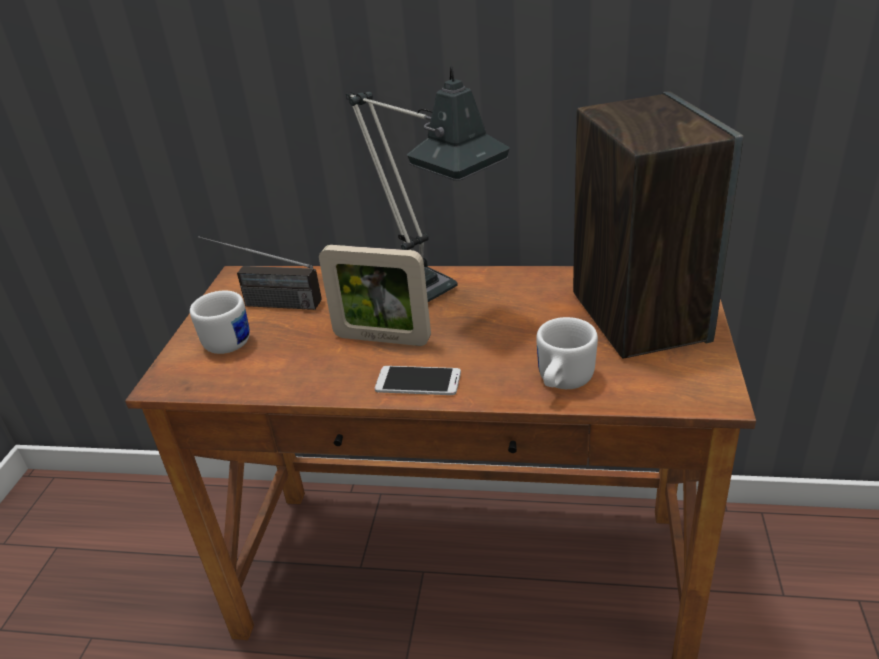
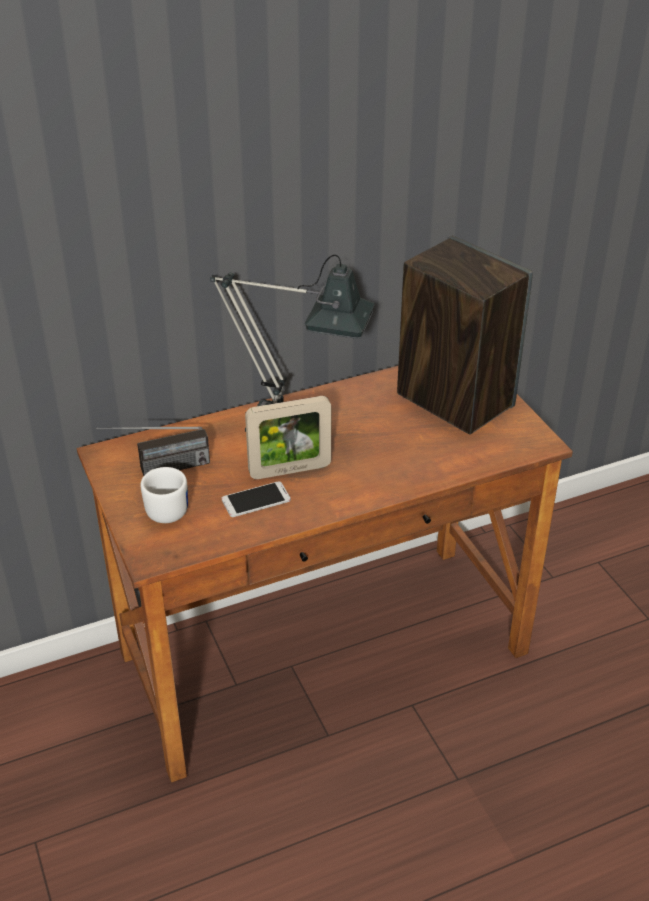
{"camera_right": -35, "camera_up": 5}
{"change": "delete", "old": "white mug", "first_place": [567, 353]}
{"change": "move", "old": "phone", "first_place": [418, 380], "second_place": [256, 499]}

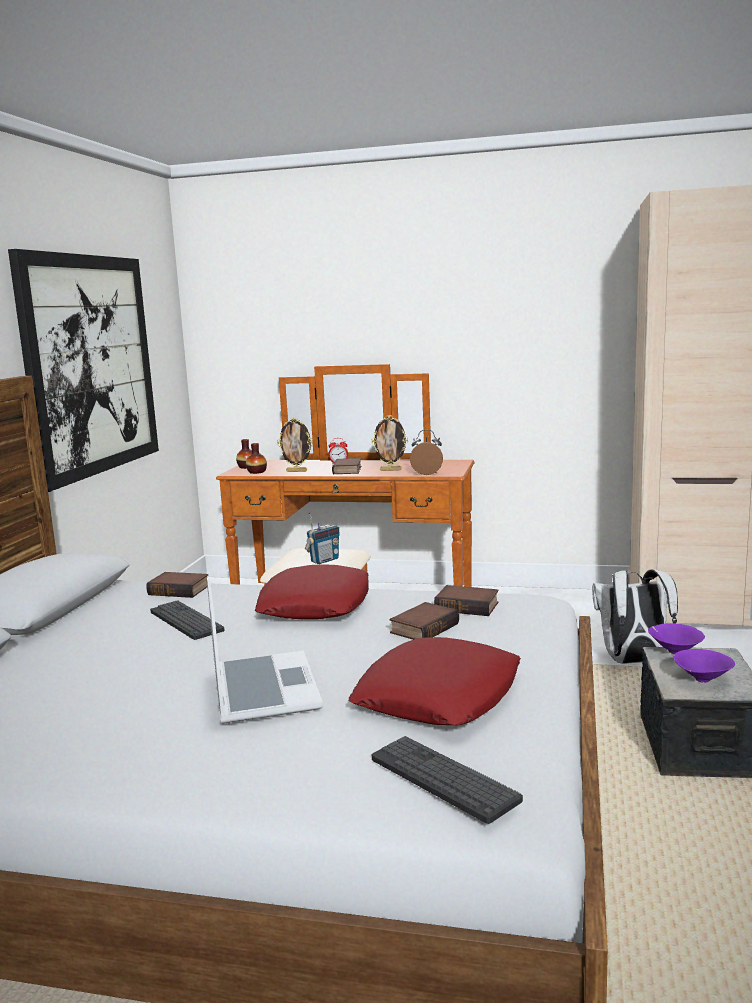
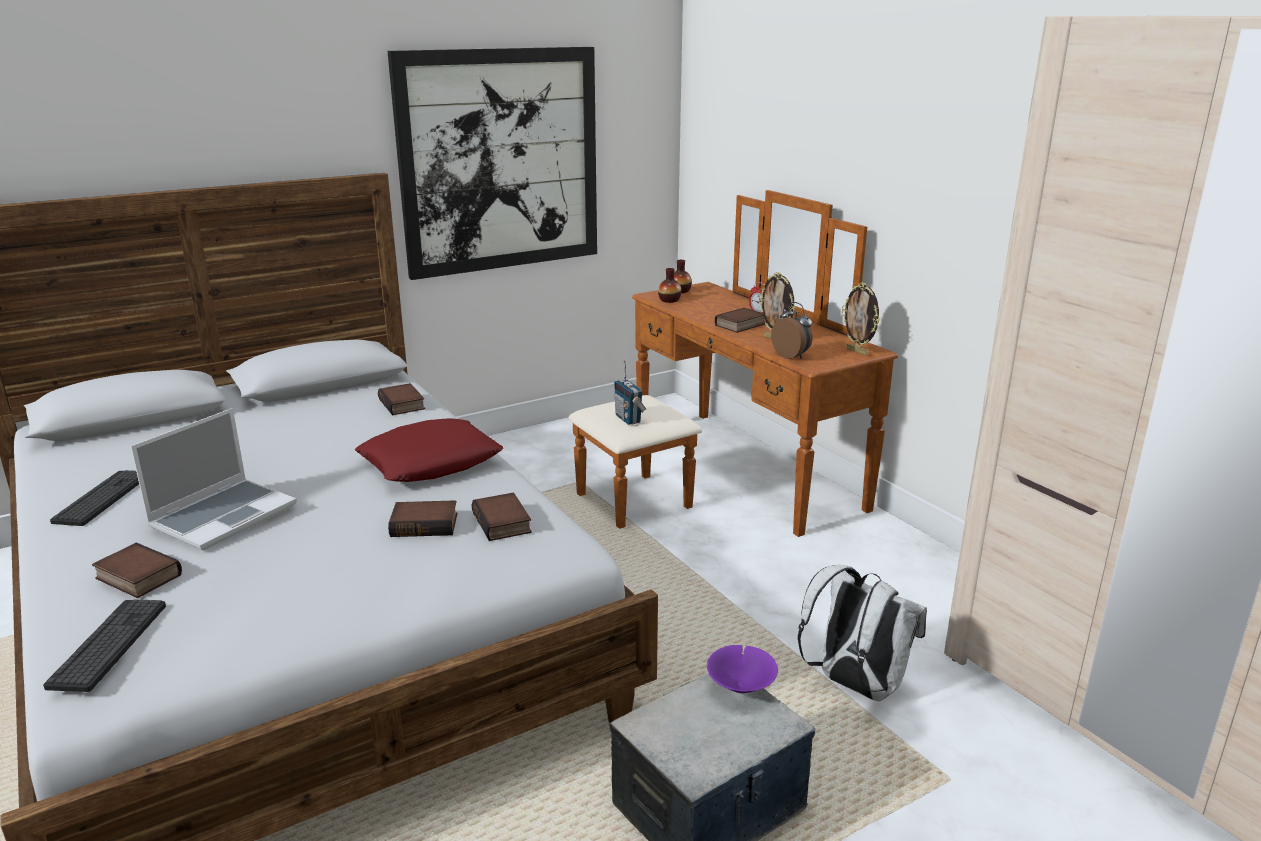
{"camera_right": 45, "camera_up": 10}
{"change": "move", "old": "picture frame", "first_place": [295, 444], "second_place": [861, 318]}
{"change": "rotate", "old": "radio", "first_place": [322, 538], "second_place": [630, 393], "degrees": 60}
{"change": "move", "old": "keyboard", "first_place": [187, 620], "second_place": [94, 498]}
{"change": "delete", "old": "red pillow", "first_place": [435, 681]}
{"change": "delete", "old": "purple bowl", "first_place": [704, 666]}
{"change": "insert", "new": "book", "second_place": [137, 570]}

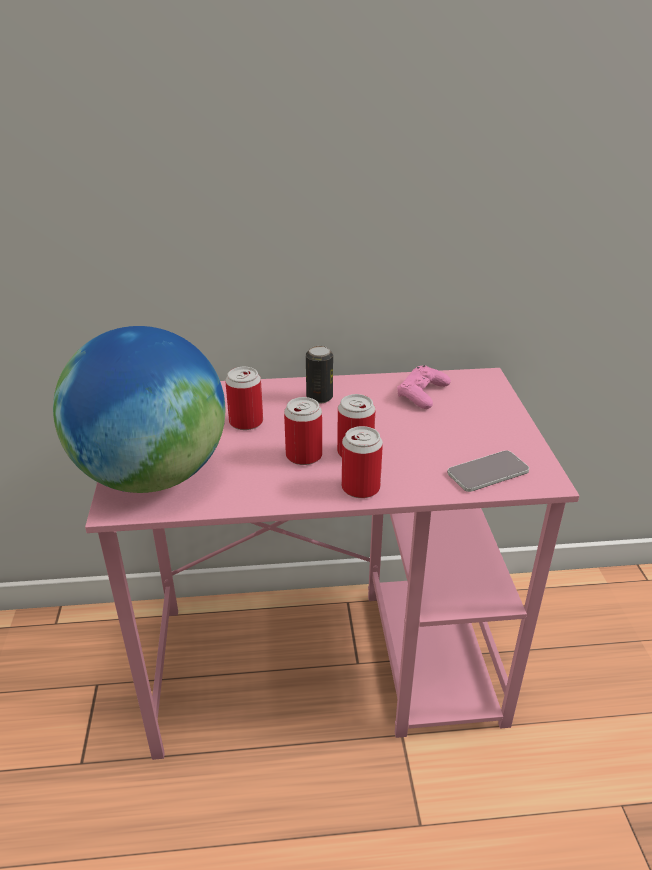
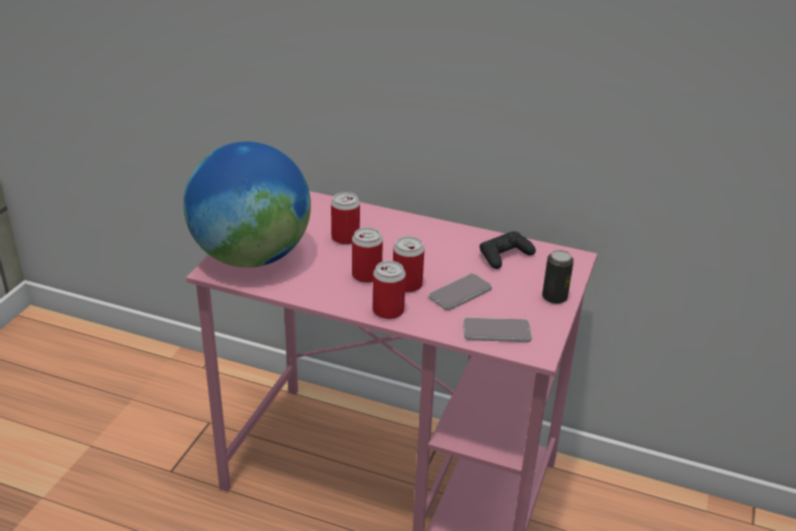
{"camera_right": 25, "camera_up": 0}
{"change": "move", "old": "can", "first_place": [319, 375], "second_place": [558, 277]}
{"change": "recolor", "old": "pink game controller", "new": "black game controller", "first_place": [424, 387], "second_place": [508, 250]}
{"change": "insert", "new": "phone", "second_place": [460, 291]}

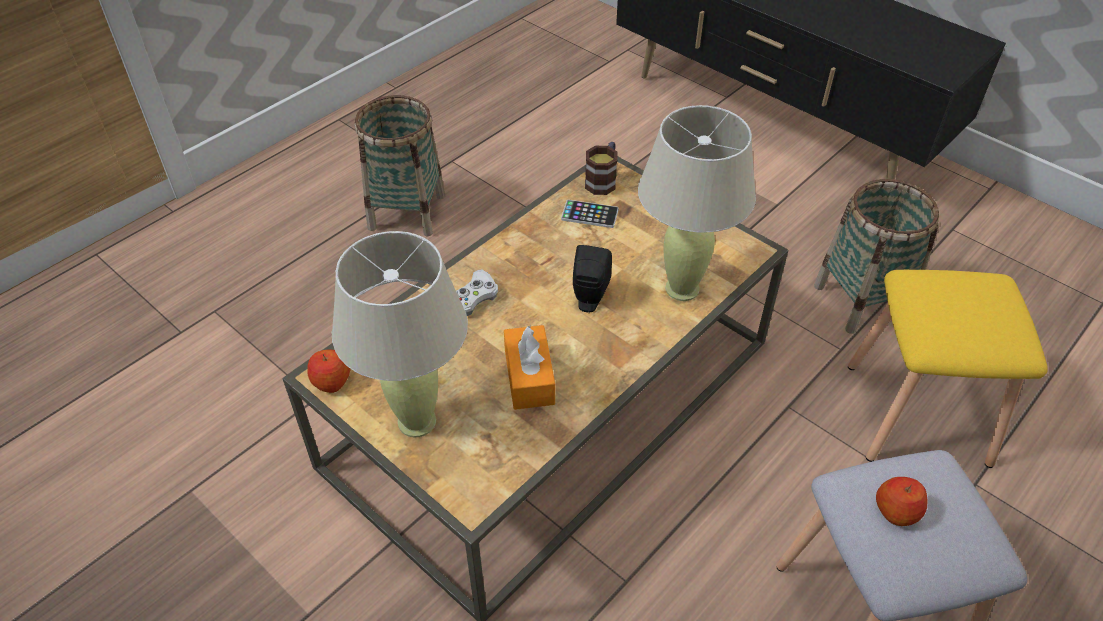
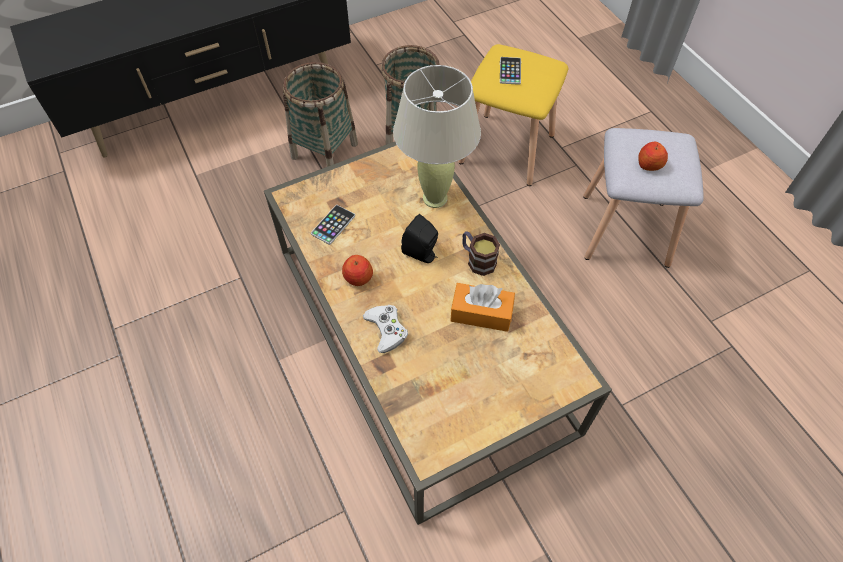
{"camera_right": -70, "camera_up": 10}
{"change": "move", "old": "basket", "first_place": [399, 166], "second_place": [320, 114]}
{"change": "move", "old": "mug", "first_place": [601, 168], "second_place": [481, 253]}
{"change": "delete", "old": "beige table lamp", "first_place": [400, 334]}
{"change": "move", "old": "apple", "first_place": [329, 371], "second_place": [357, 270]}
{"change": "insert", "new": "phone", "second_place": [510, 71]}

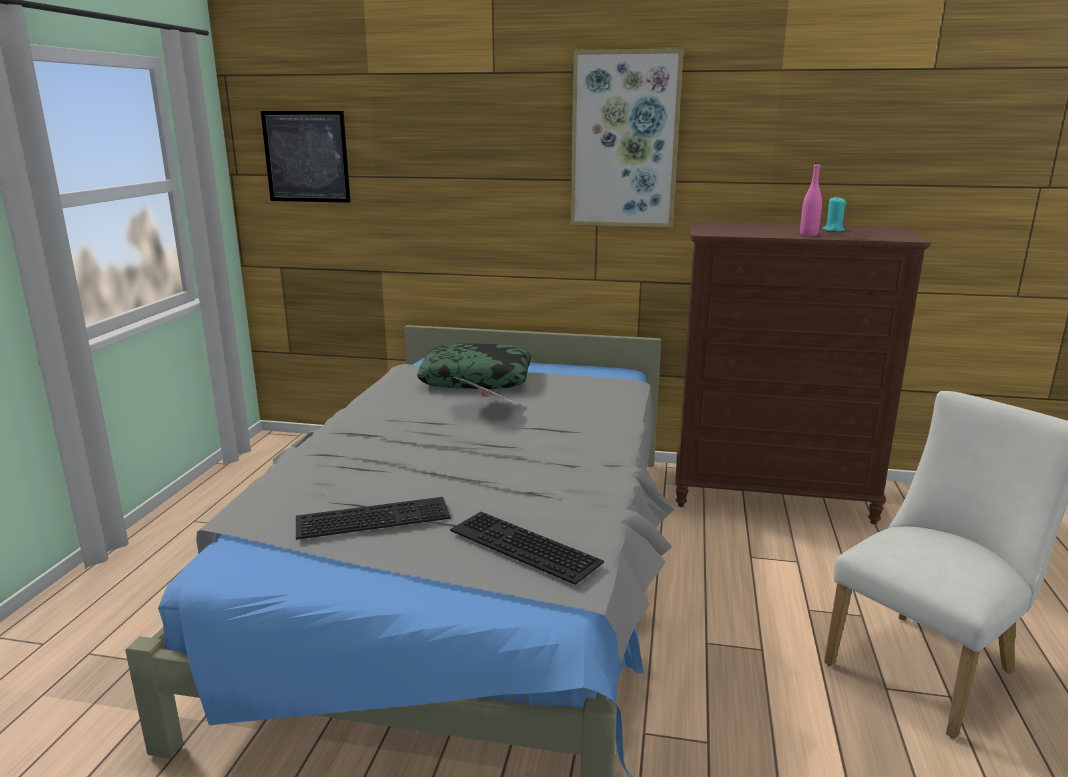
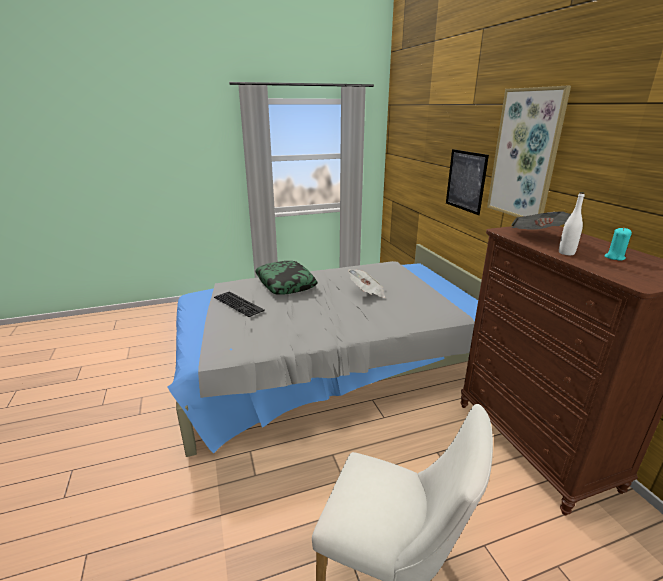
{"camera_right": 60, "camera_up": 5}
{"change": "move", "old": "picture", "first_place": [306, 157], "second_place": [467, 182]}
{"change": "recolor", "old": "pink bottle", "new": "white bottle", "first_place": [811, 199], "second_place": [572, 223]}
{"change": "move", "old": "pillow", "first_place": [474, 366], "second_place": [286, 277]}
{"change": "delete", "old": "keyboard", "first_place": [527, 548]}
{"change": "insert", "new": "newspaper", "second_place": [541, 220]}

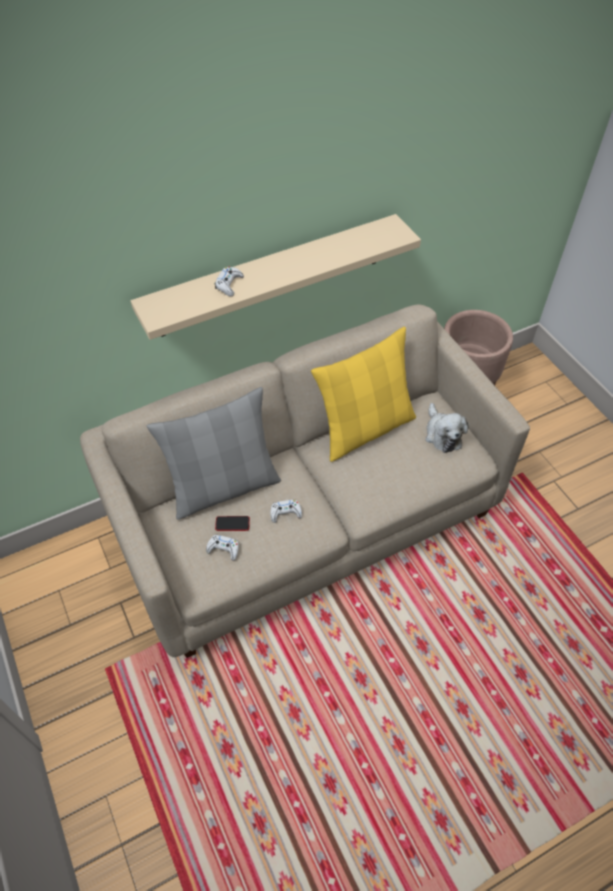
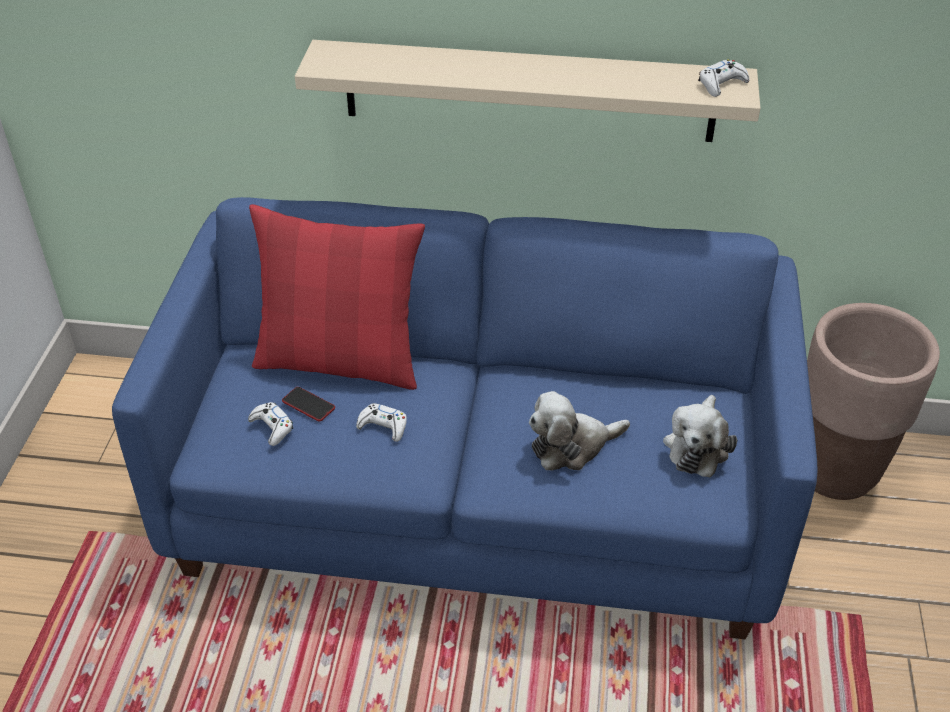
{"camera_right": 35, "camera_up": -10}
{"change": "move", "old": "white game controller", "first_place": [229, 282], "second_place": [724, 78]}
{"change": "recolor", "old": "beige sofa", "new": "blue sofa", "first_place": [305, 481], "second_place": [464, 418]}
{"change": "delete", "old": "yellow pillow", "first_place": [363, 394]}
{"change": "recolor", "old": "grey pillow", "new": "red pillow", "first_place": [214, 453], "second_place": [337, 297]}
{"change": "insert", "new": "plush toy", "second_place": [579, 430]}

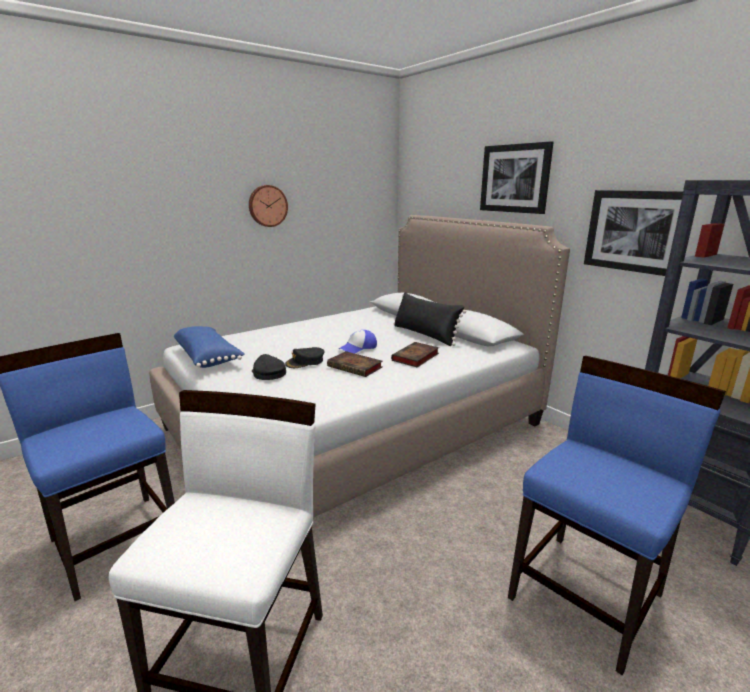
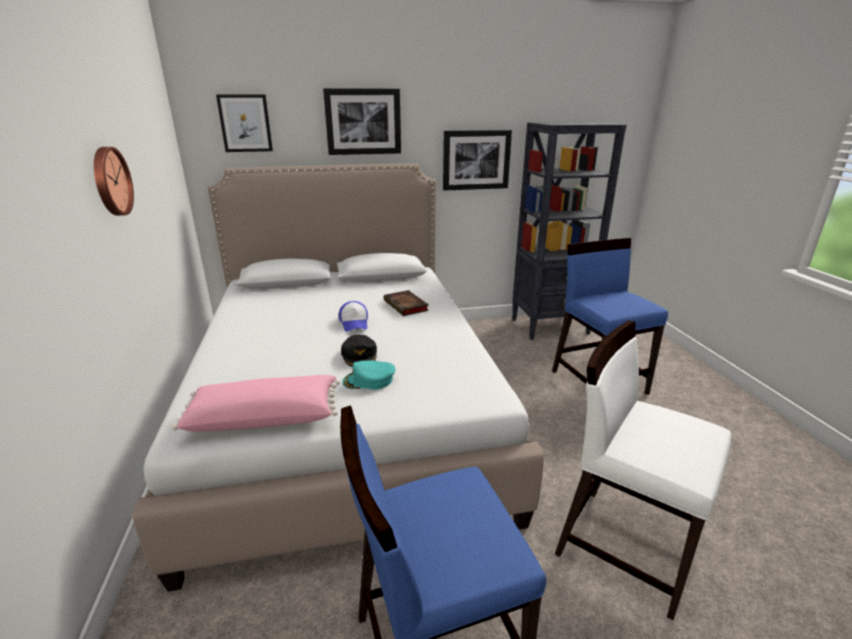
{"camera_right": -65, "camera_up": 5}
{"change": "delete", "old": "black pillow", "first_place": [430, 319]}
{"change": "recolor", "old": "blue pillow", "new": "pink pillow", "first_place": [209, 347], "second_place": [255, 403]}
{"change": "delete", "old": "book", "first_place": [355, 364]}
{"change": "recolor", "old": "black cap", "new": "turquoise cap", "first_place": [269, 367], "second_place": [368, 375]}
{"change": "insert", "new": "picture", "second_place": [244, 123]}

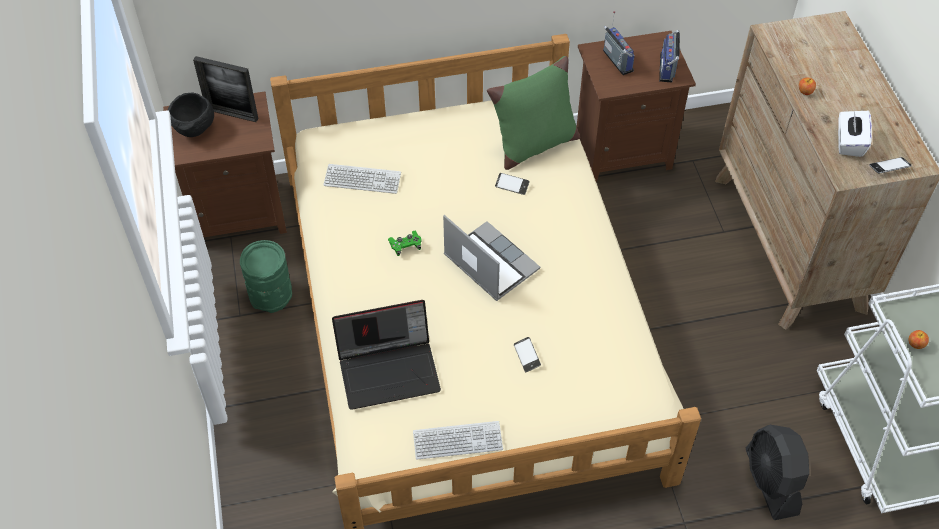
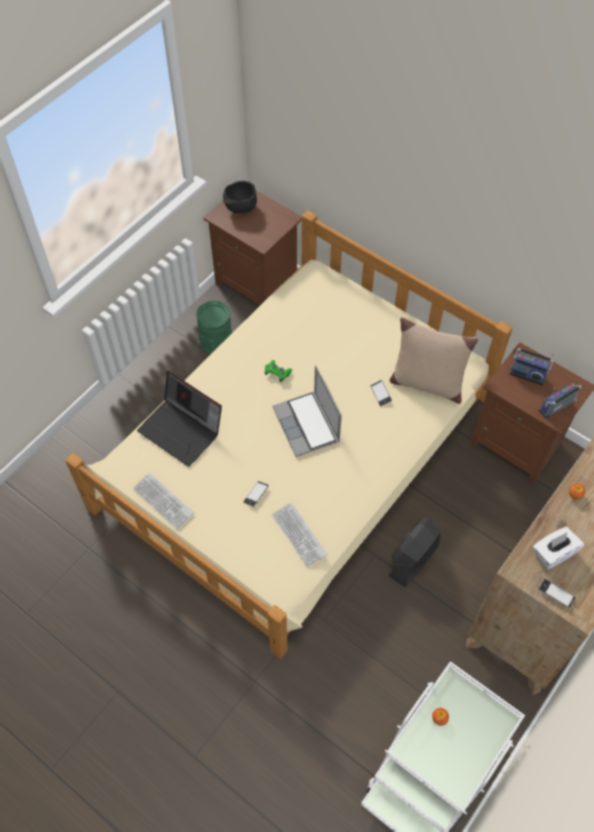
{"camera_right": 50, "camera_up": 5}
{"change": "rotate", "old": "radio", "first_place": [619, 43], "second_place": [531, 367], "degrees": 90}
{"change": "delete", "old": "picture frame", "first_place": [225, 89]}
{"change": "recolor", "old": "green pillow", "new": "beige pillow", "first_place": [533, 113], "second_place": [434, 360]}
{"change": "move", "old": "keyboard", "first_place": [362, 179], "second_place": [299, 534]}
{"change": "rotate", "old": "laptop", "first_place": [491, 258], "second_place": [307, 411], "degrees": 150}
{"change": "move", "old": "black fan", "first_place": [777, 472], "second_place": [414, 552]}

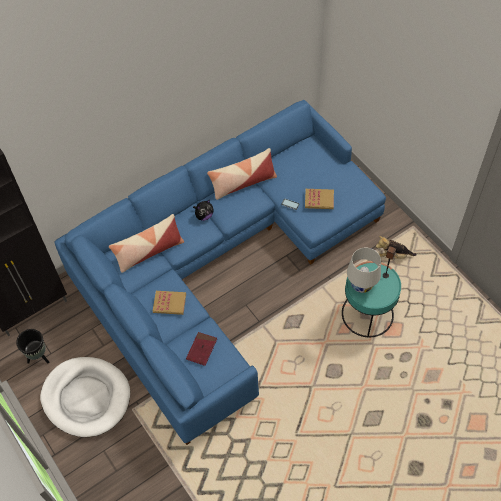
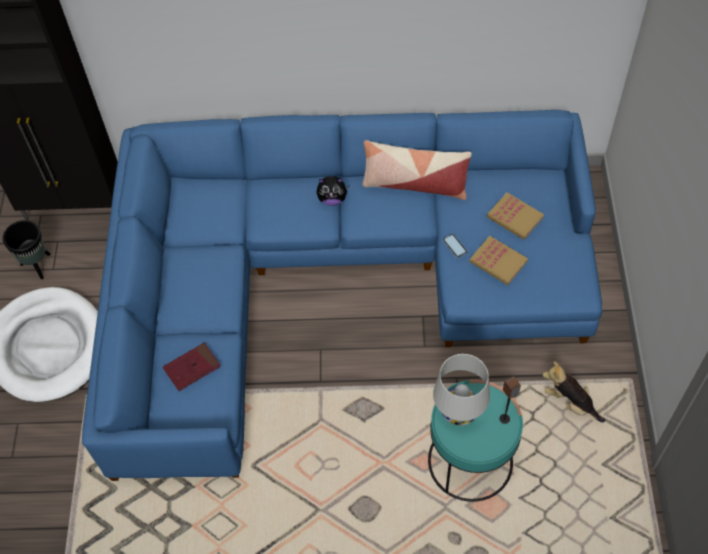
{"camera_right": 35, "camera_up": 0}
{"change": "delete", "old": "pillow", "first_place": [146, 243]}
{"change": "move", "old": "book", "first_place": [169, 303], "second_place": [515, 216]}

